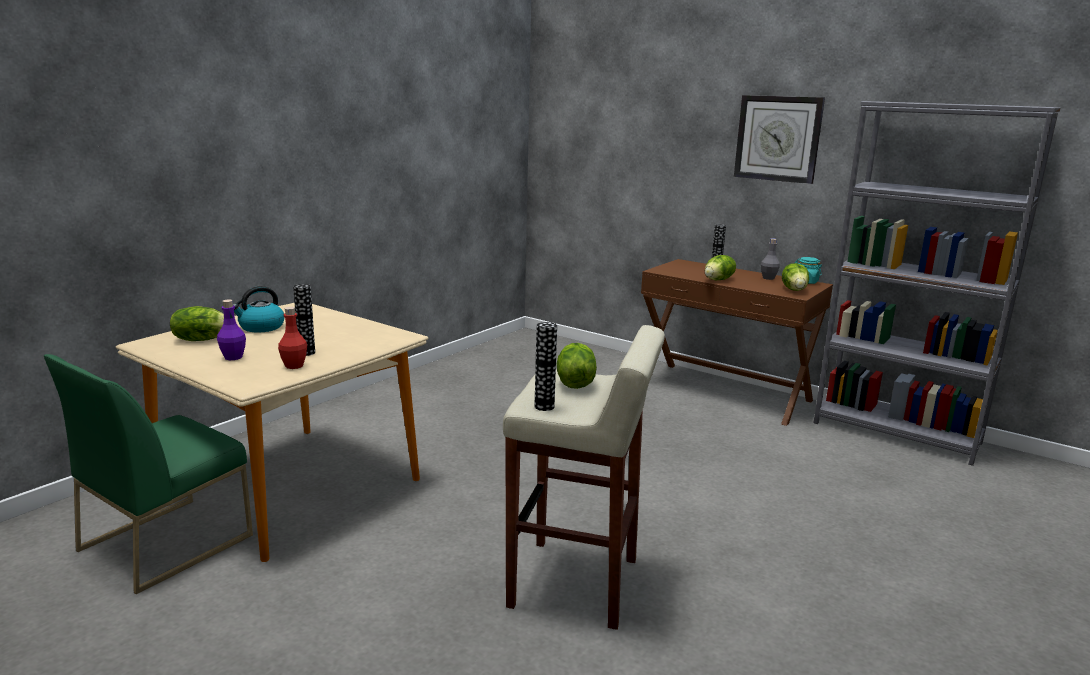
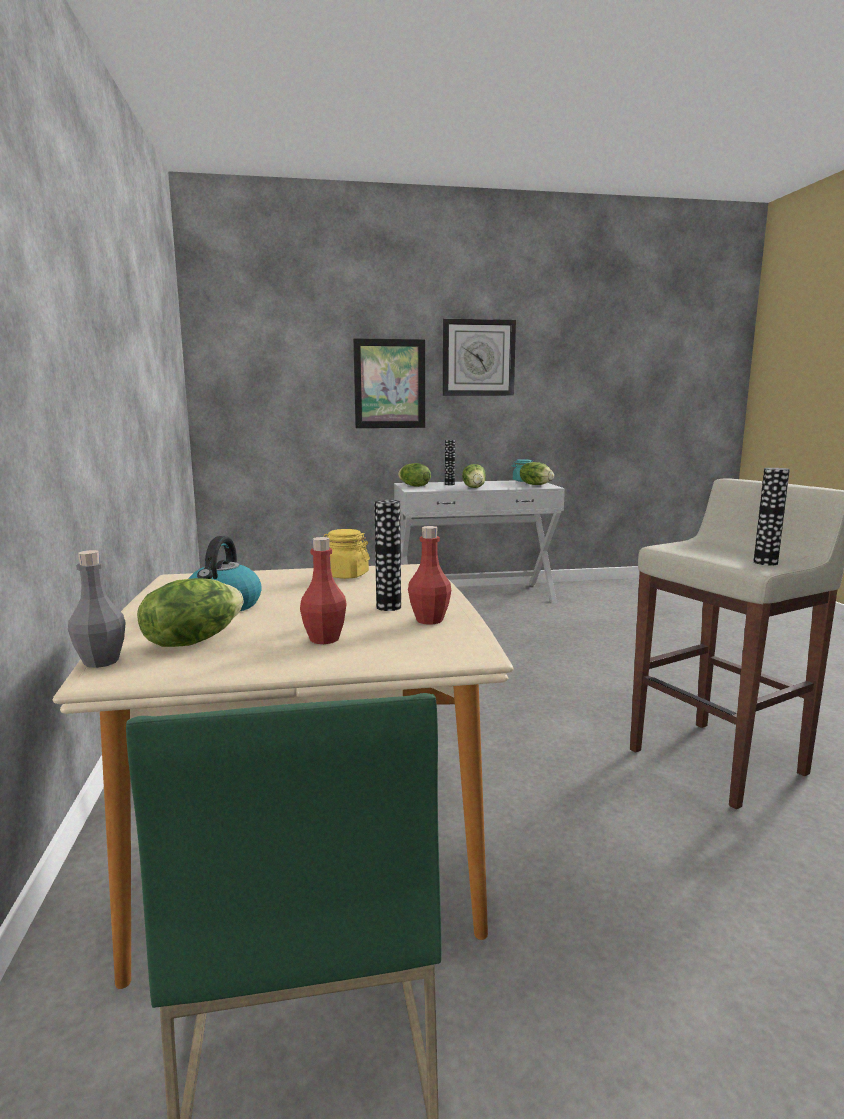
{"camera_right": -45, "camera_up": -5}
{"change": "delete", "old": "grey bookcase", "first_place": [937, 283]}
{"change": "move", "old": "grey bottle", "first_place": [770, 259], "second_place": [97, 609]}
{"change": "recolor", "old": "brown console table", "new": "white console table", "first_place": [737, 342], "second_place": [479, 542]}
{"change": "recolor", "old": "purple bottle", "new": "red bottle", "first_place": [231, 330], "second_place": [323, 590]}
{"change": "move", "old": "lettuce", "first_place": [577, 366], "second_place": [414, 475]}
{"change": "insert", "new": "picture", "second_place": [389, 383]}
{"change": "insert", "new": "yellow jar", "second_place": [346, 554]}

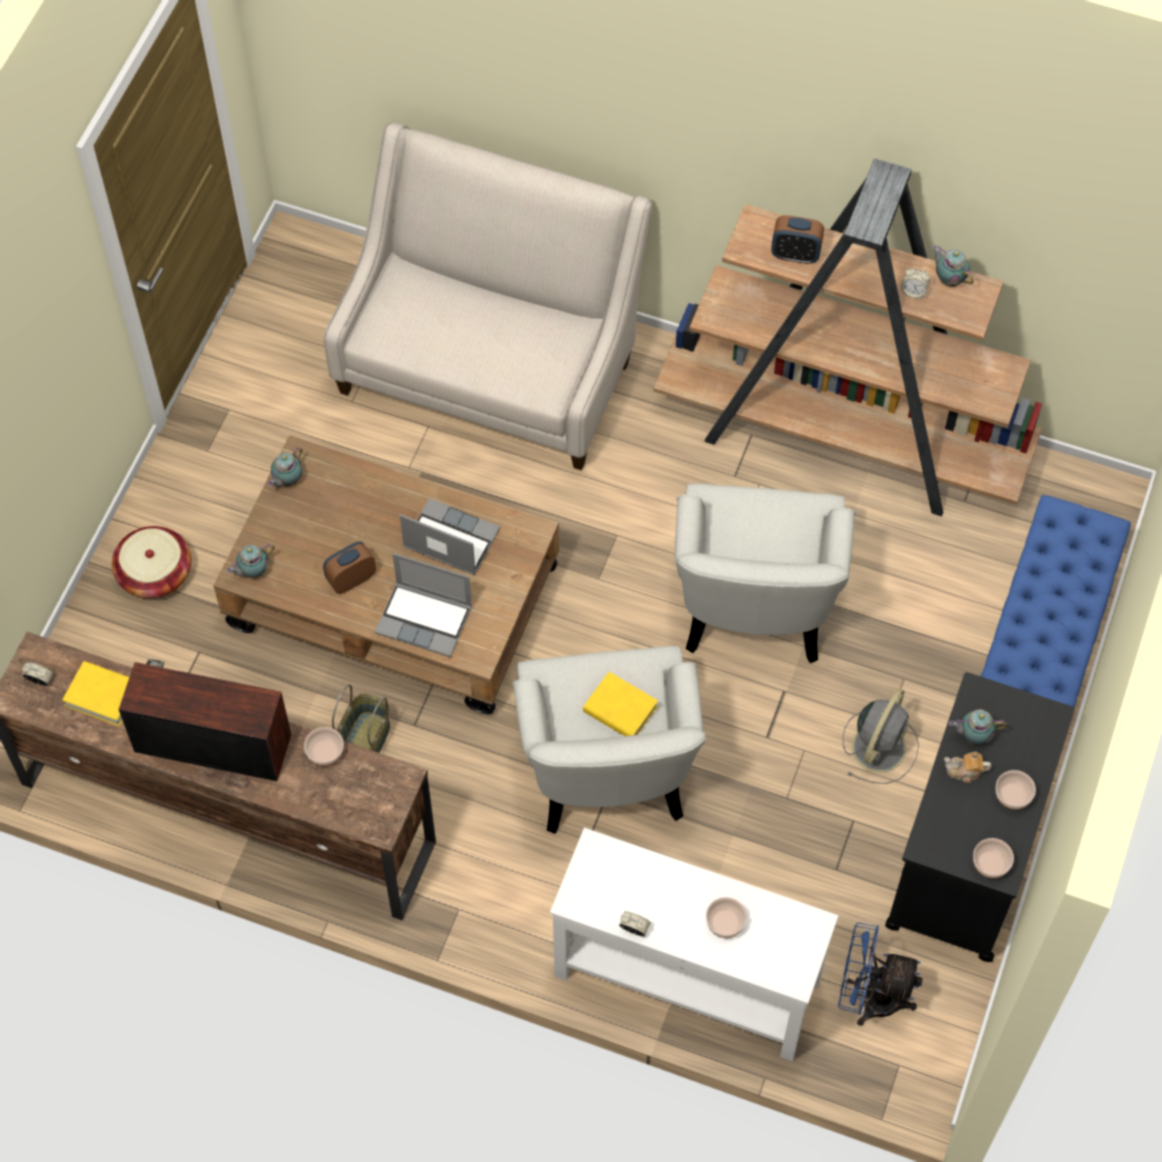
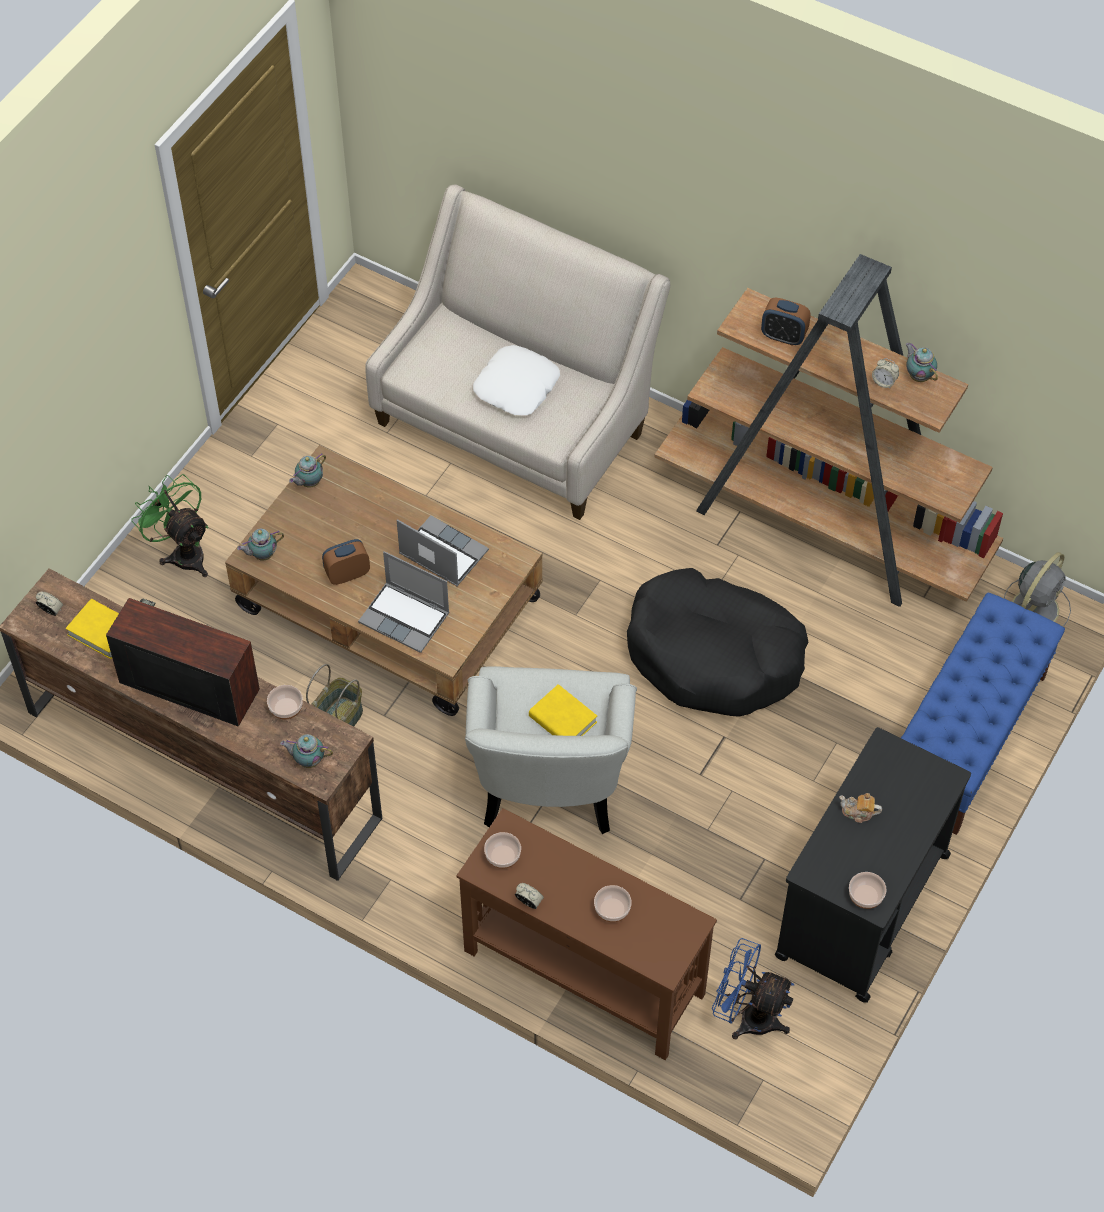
{"camera_right": 10, "camera_up": -5}
{"change": "replace", "old": "white armchair", "new": "black dog bed", "first_place": [765, 573], "second_place": [718, 642]}
{"change": "replace", "old": "basket", "new": "green fan", "first_place": [151, 562], "second_place": [169, 525]}
{"change": "move", "old": "grey fan", "first_place": [881, 736], "second_place": [1037, 589]}
{"change": "move", "old": "teapot", "first_place": [978, 727], "second_place": [306, 751]}
{"change": "move", "old": "bowl", "first_place": [1016, 790], "second_place": [502, 850]}
{"change": "recolor", "old": "white console table", "new": "brown console table", "first_place": [694, 944], "second_place": [587, 934]}
{"change": "insert", "new": "white pillow", "second_place": [516, 380]}

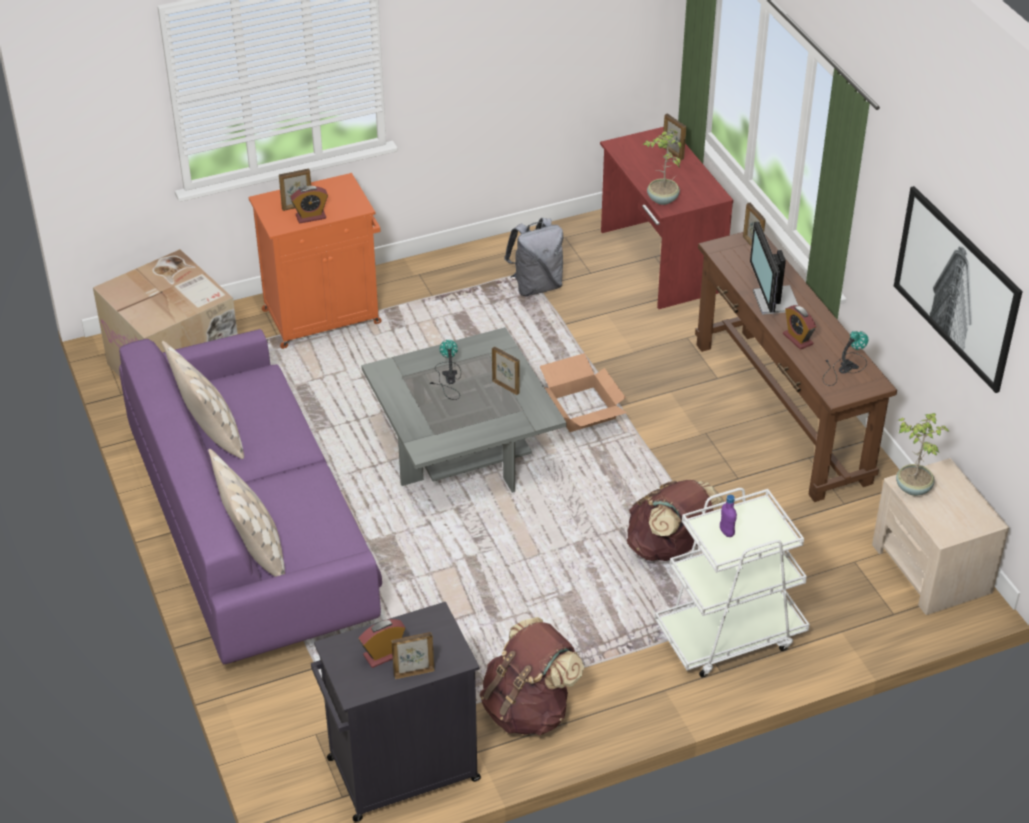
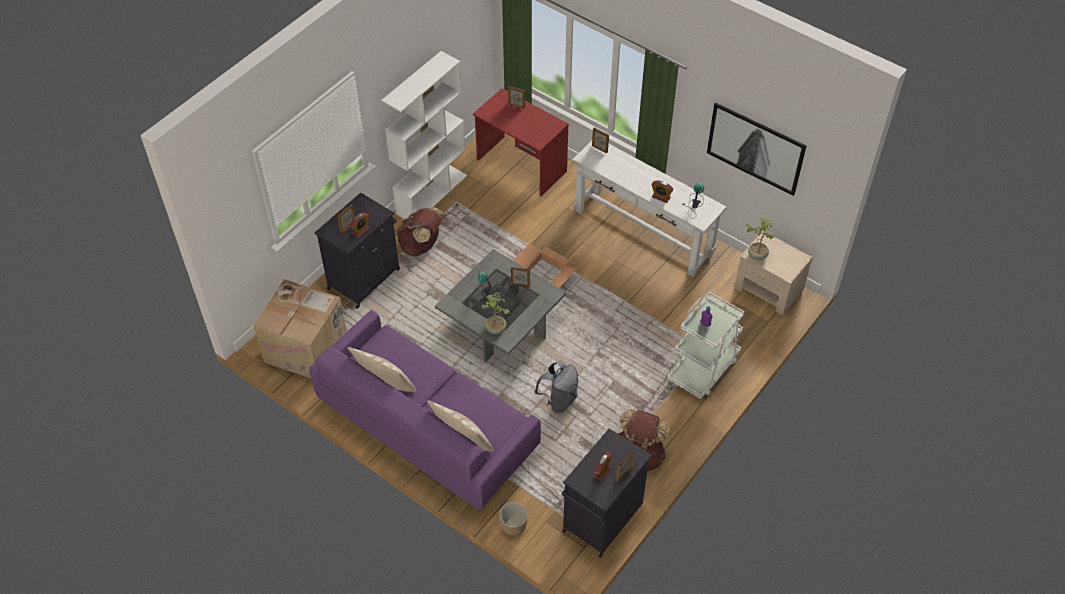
{"camera_right": -30, "camera_up": 10}
{"change": "move", "old": "potted plant", "first_place": [662, 167], "second_place": [495, 313]}
{"change": "recolor", "old": "orange cabinet", "new": "black cabinet", "first_place": [315, 261], "second_place": [357, 251]}
{"change": "move", "old": "grey backpack", "first_place": [533, 257], "second_place": [556, 386]}
{"change": "delete", "old": "monitor", "first_place": [774, 268]}
{"change": "recolor", "old": "brown console table", "new": "white console table", "first_place": [796, 367], "second_place": [649, 209]}
{"change": "move", "old": "brown backpack", "first_place": [675, 520], "second_place": [420, 231]}
{"change": "insert", "new": "white bookcase", "second_place": [424, 135]}
{"change": "insert", "new": "planter", "second_place": [513, 519]}

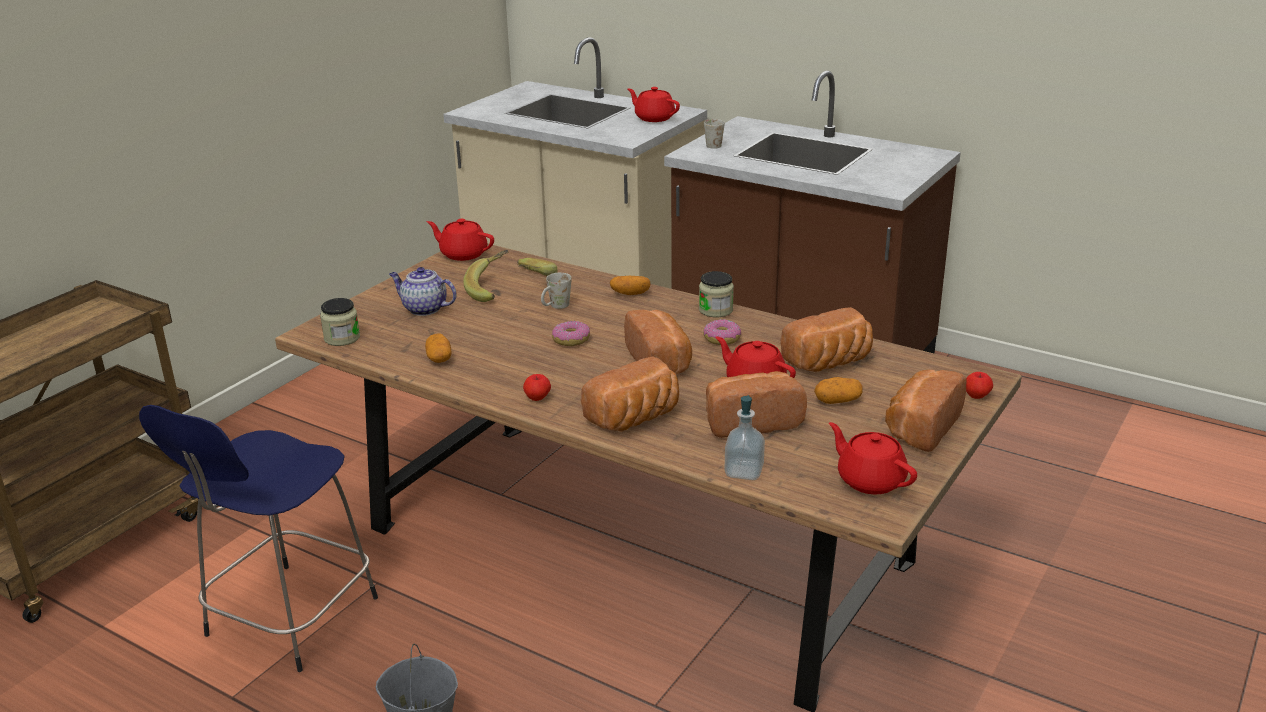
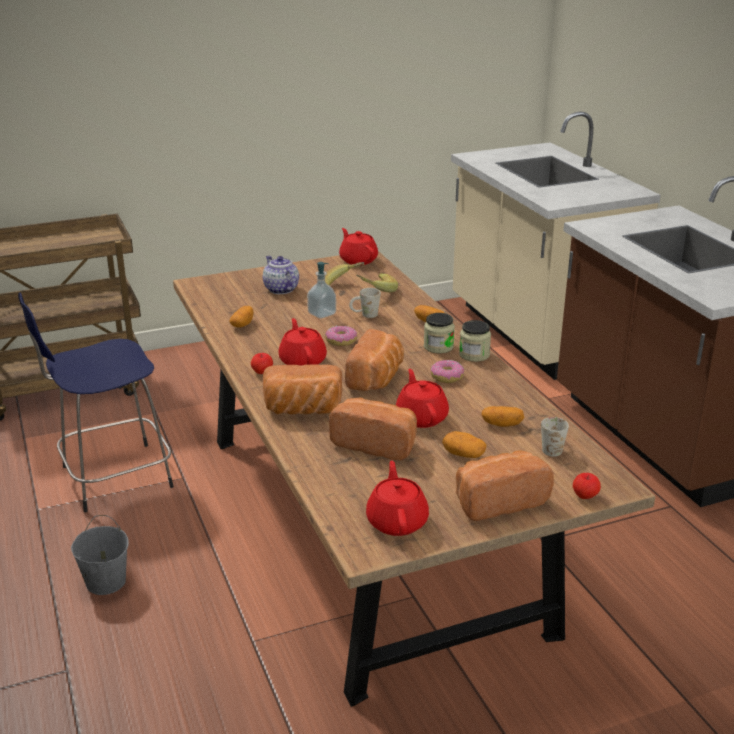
{"camera_right": 35, "camera_up": 0}
{"change": "move", "old": "red teapot", "first_place": [654, 104], "second_place": [302, 342]}
{"change": "move", "old": "white mug", "first_place": [714, 134], "second_place": [555, 437]}
{"change": "move", "old": "jar", "first_place": [340, 322], "second_place": [439, 333]}
{"change": "replace", "old": "bread", "new": "potato", "first_place": [826, 339], "second_place": [502, 416]}
{"change": "move", "old": "soap dispenser", "first_place": [745, 437], "second_place": [321, 290]}

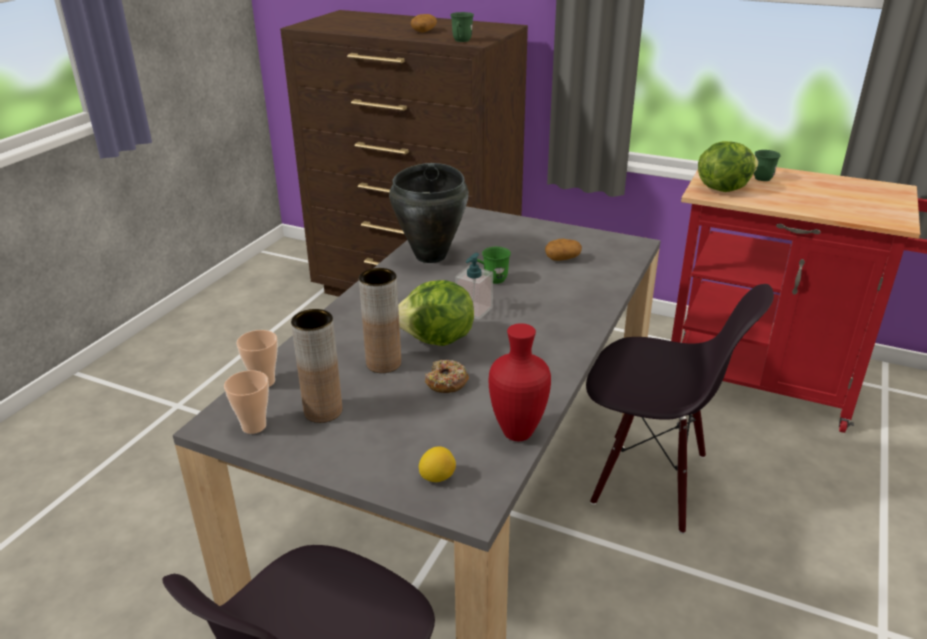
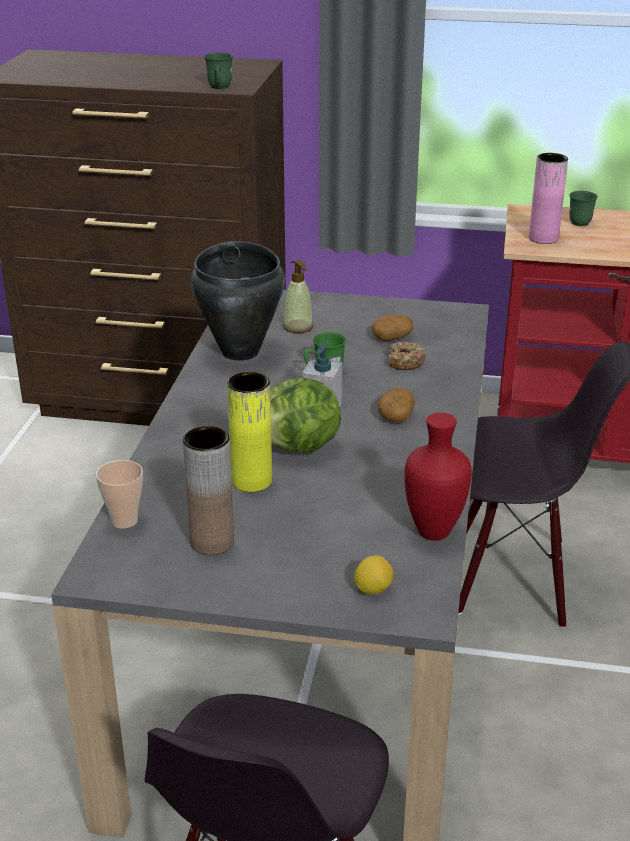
{"camera_right": -15, "camera_up": 0}
{"change": "move", "old": "potato", "first_place": [424, 23], "second_place": [396, 405]}
{"change": "replace", "old": "lettuce", "new": "pink vase", "first_place": [728, 166], "second_place": [548, 198]}
{"change": "recolor", "old": "brown vase", "new": "yellow vase", "first_place": [380, 320], "second_place": [249, 432]}
{"change": "move", "old": "donut", "first_place": [447, 376], "second_place": [407, 356]}
{"change": "delete", "old": "cup", "first_place": [246, 402]}
{"change": "insert", "new": "soap dispenser", "second_place": [298, 296]}

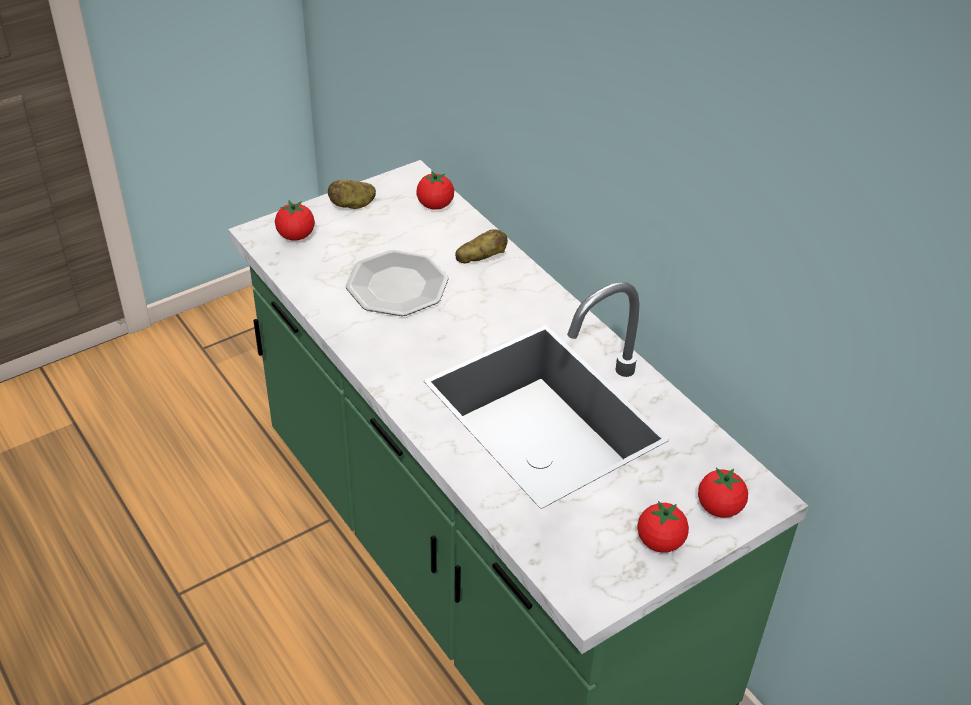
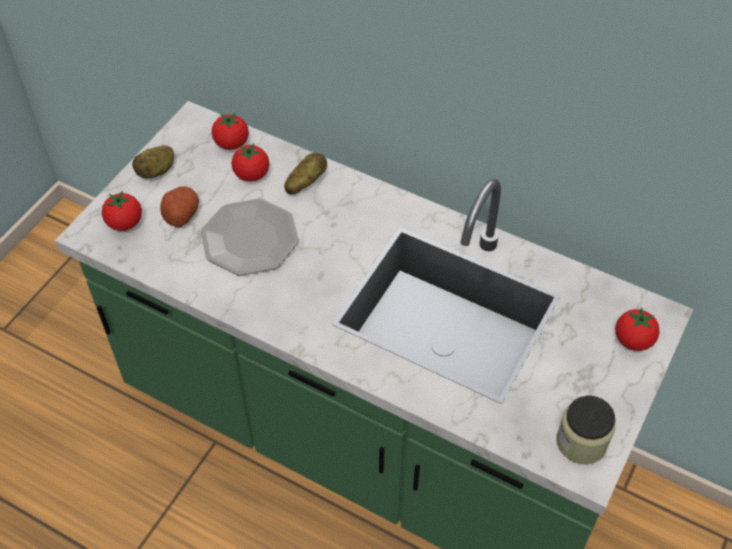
{"camera_right": -25, "camera_up": 10}
{"change": "move", "old": "tomato", "first_place": [663, 527], "second_place": [250, 162]}
{"change": "insert", "new": "potato", "second_place": [179, 206]}
{"change": "insert", "new": "jar", "second_place": [586, 430]}

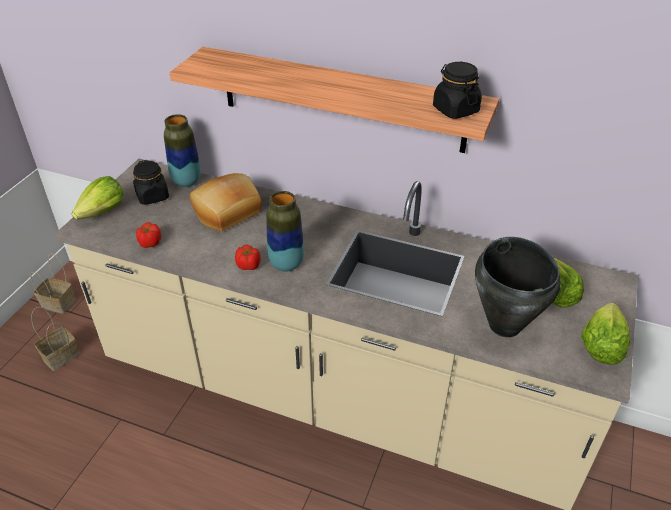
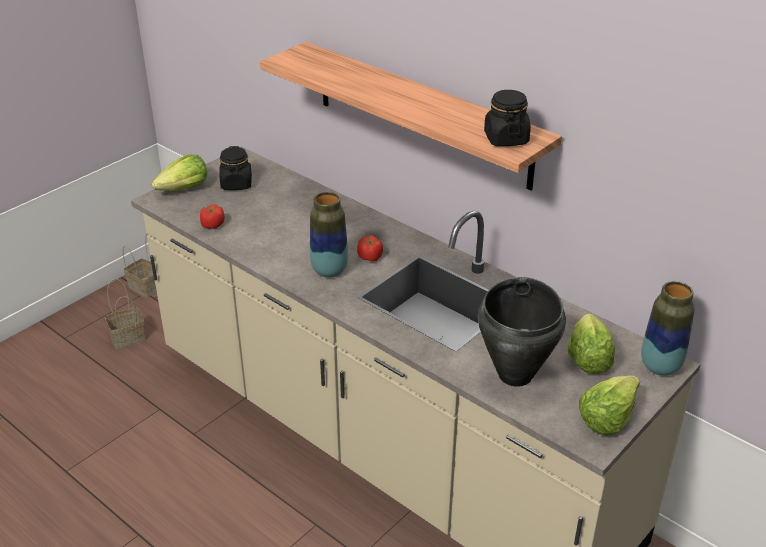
{"camera_right": 20, "camera_up": -5}
{"change": "move", "old": "vase", "first_place": [182, 150], "second_place": [667, 328]}
{"change": "delete", "old": "bread", "first_place": [226, 202]}
{"change": "move", "old": "tomato", "first_place": [248, 257], "second_place": [370, 248]}

